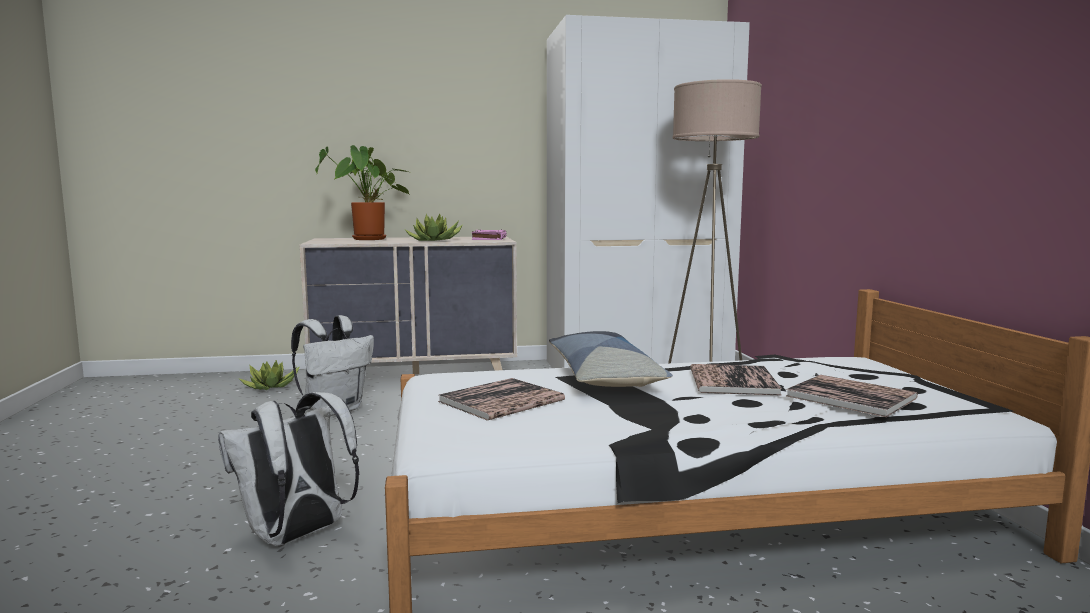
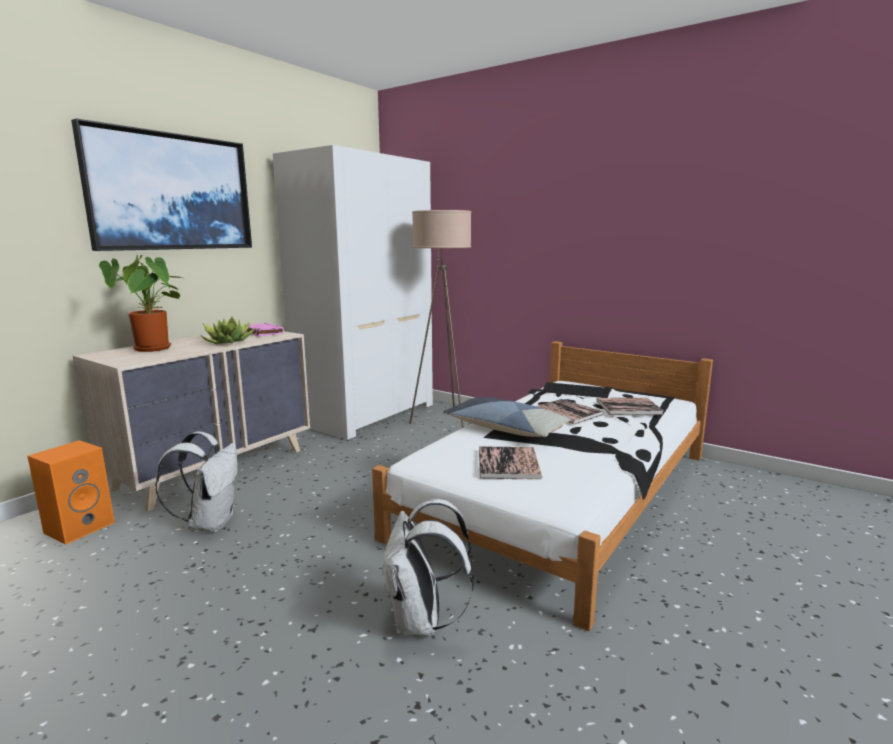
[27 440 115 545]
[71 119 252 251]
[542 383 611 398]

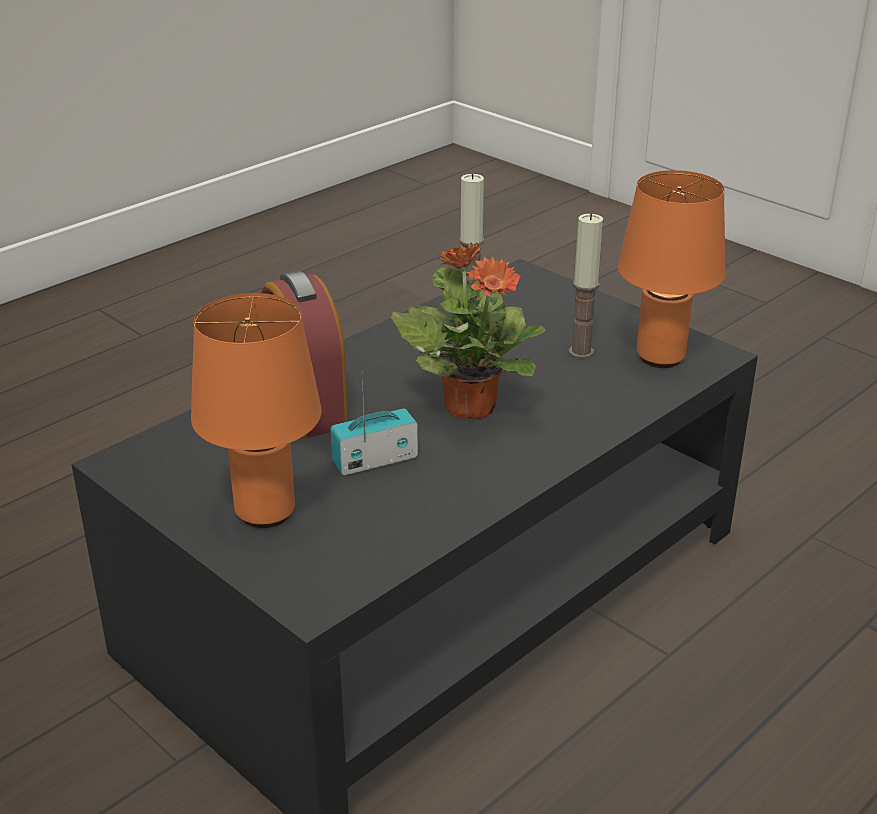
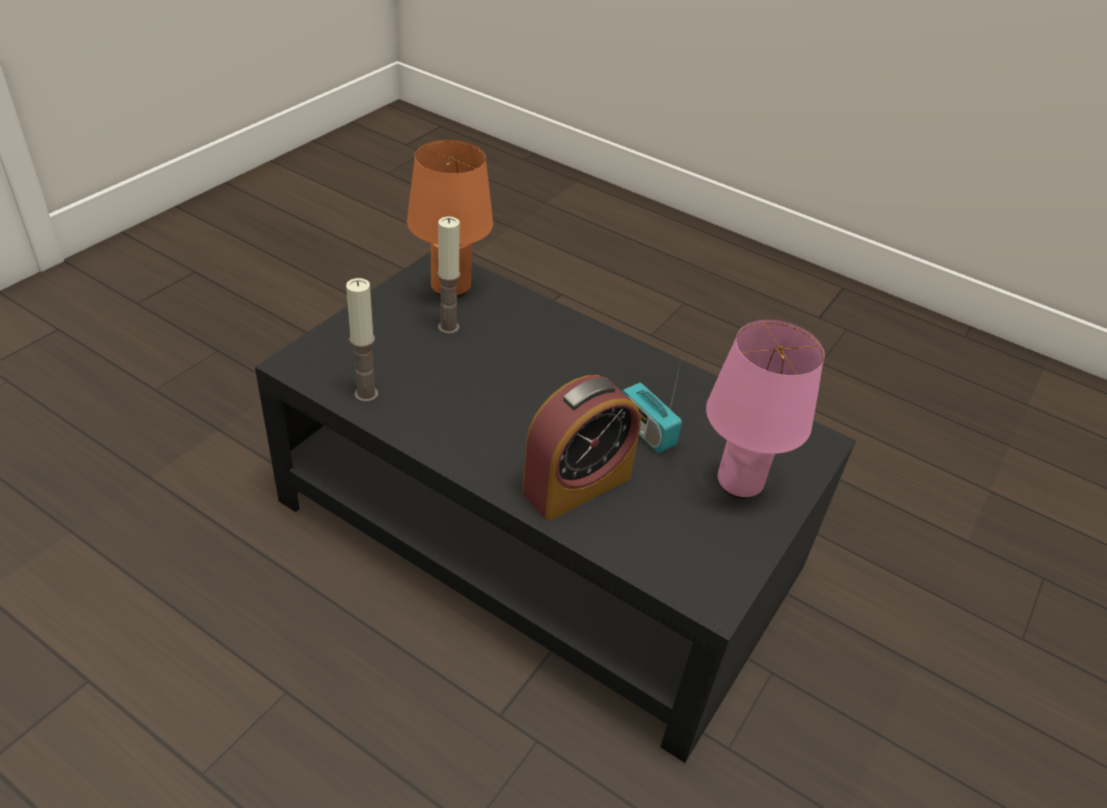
[706 320 825 499]
[391 242 546 419] (first image)

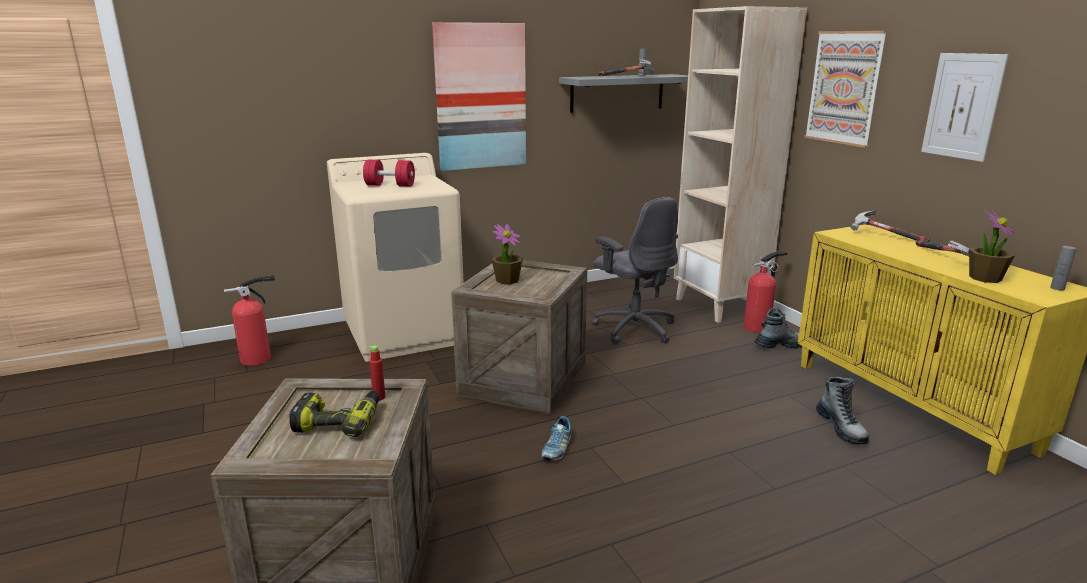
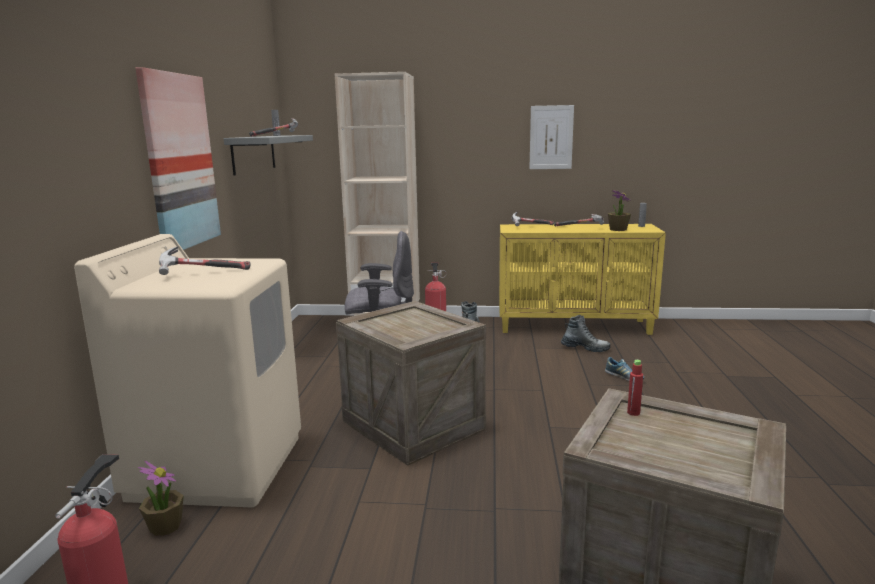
[289 391 380 437] (first image)
[159 246 251 275]
[138 461 184 536]
[605 357 644 381]
[804 31 888 148] (first image)

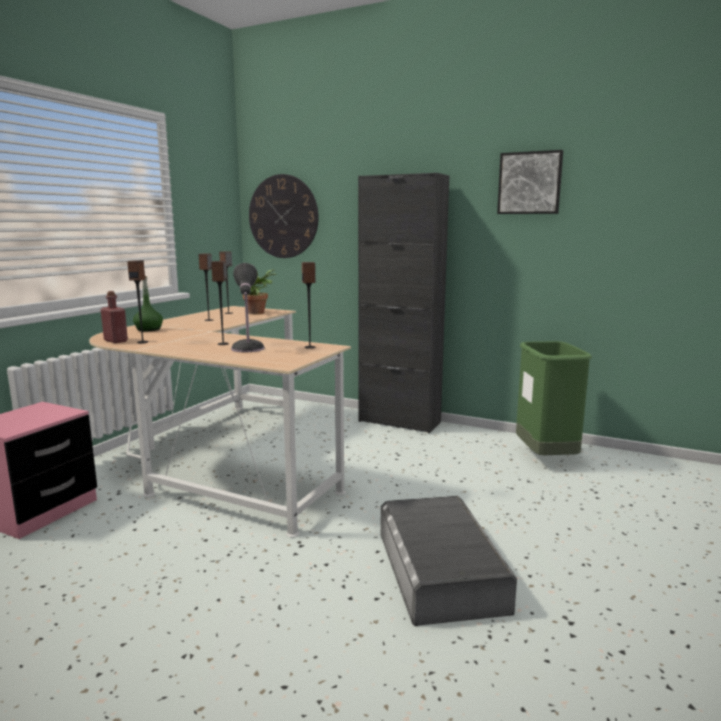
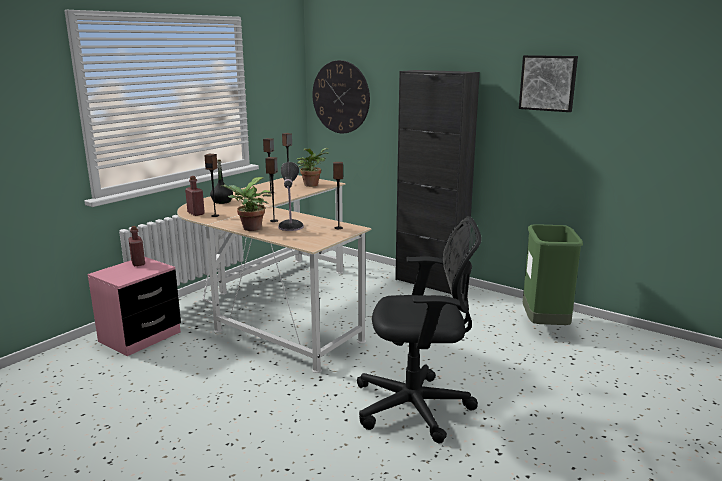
[210 160 233 204]
[357 216 482 443]
[129 226 145 266]
[221 177 272 231]

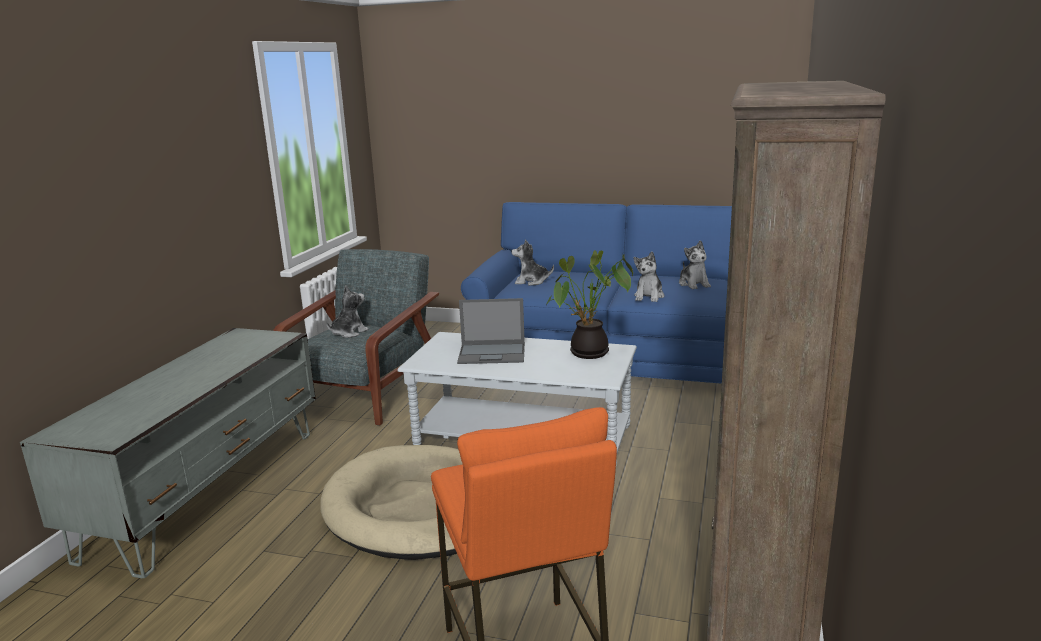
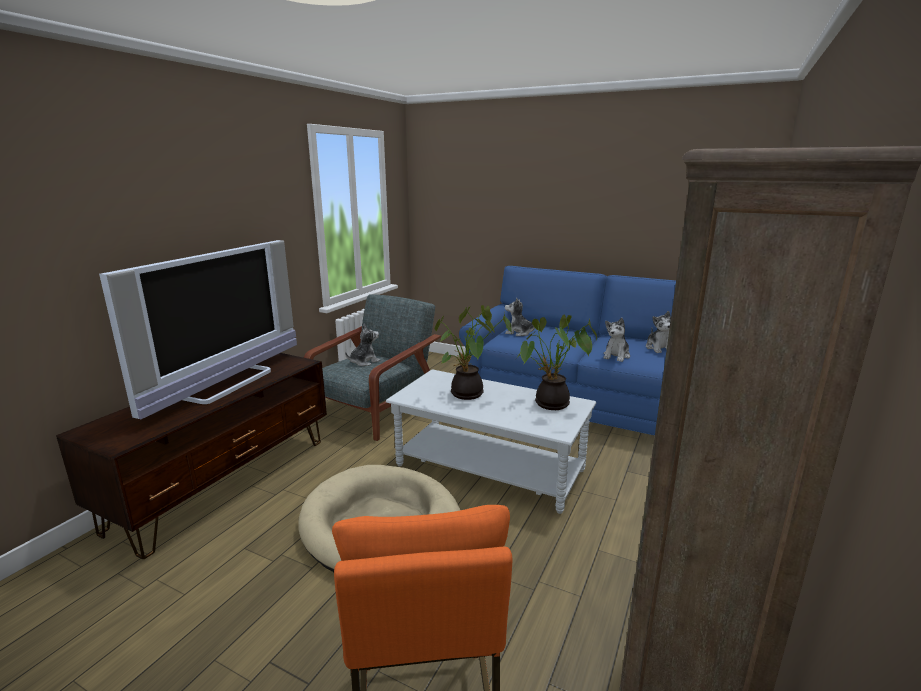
[56 353 327 559]
[435 305 512 400]
[99 240 297 419]

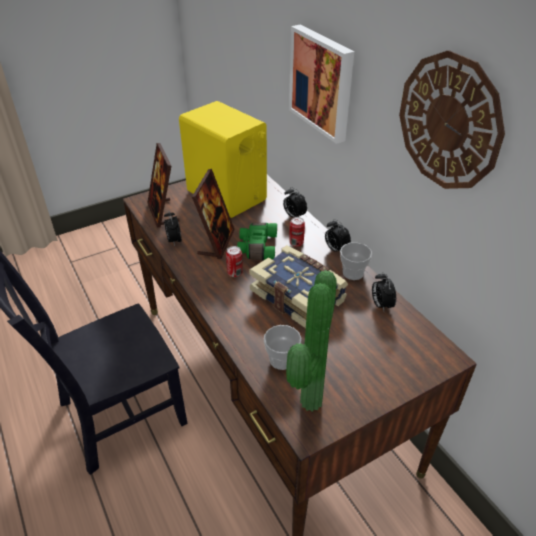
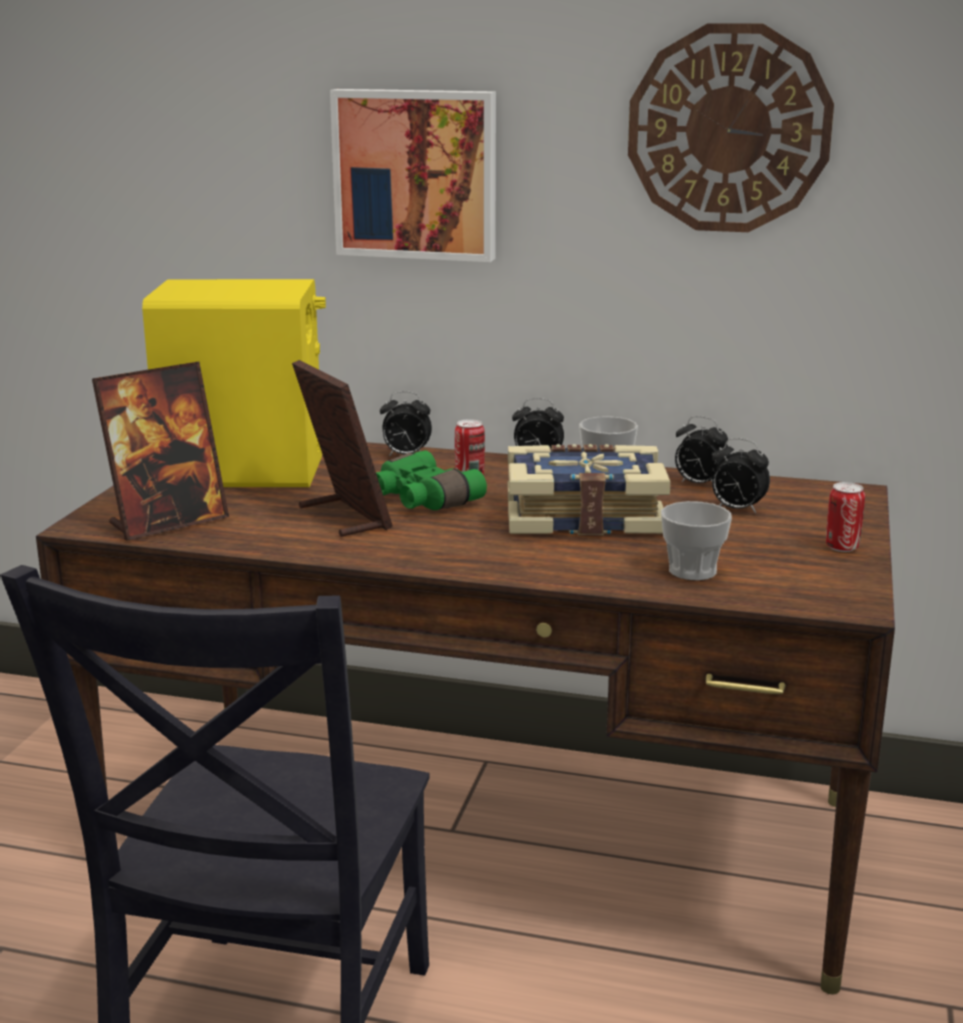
[92 361 229 541]
[712 438 770 513]
[826 482 865 552]
[286 270 337 412] (first image)

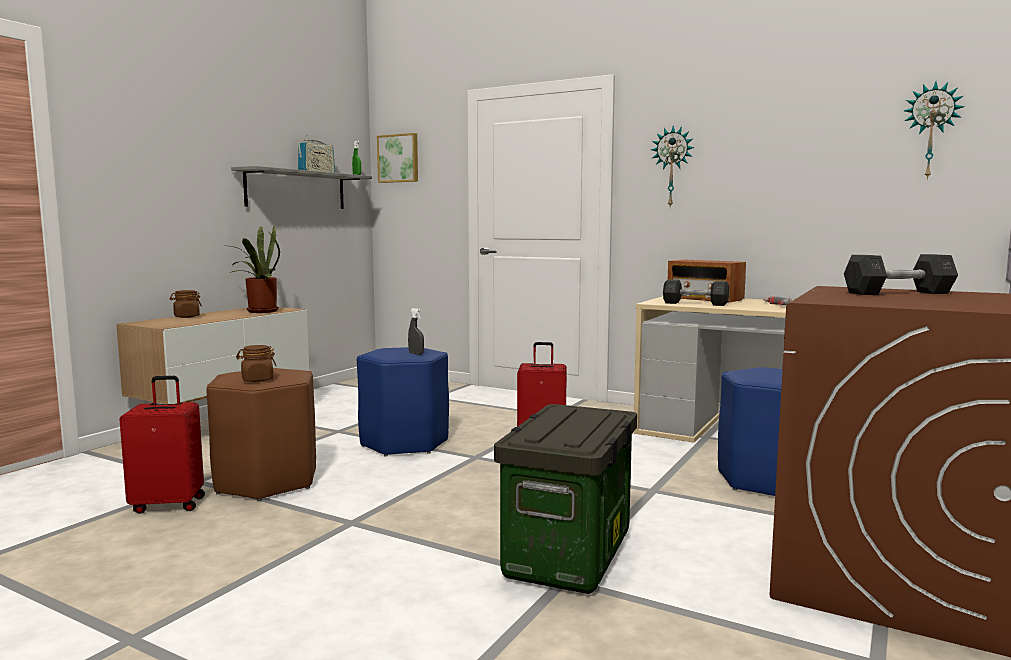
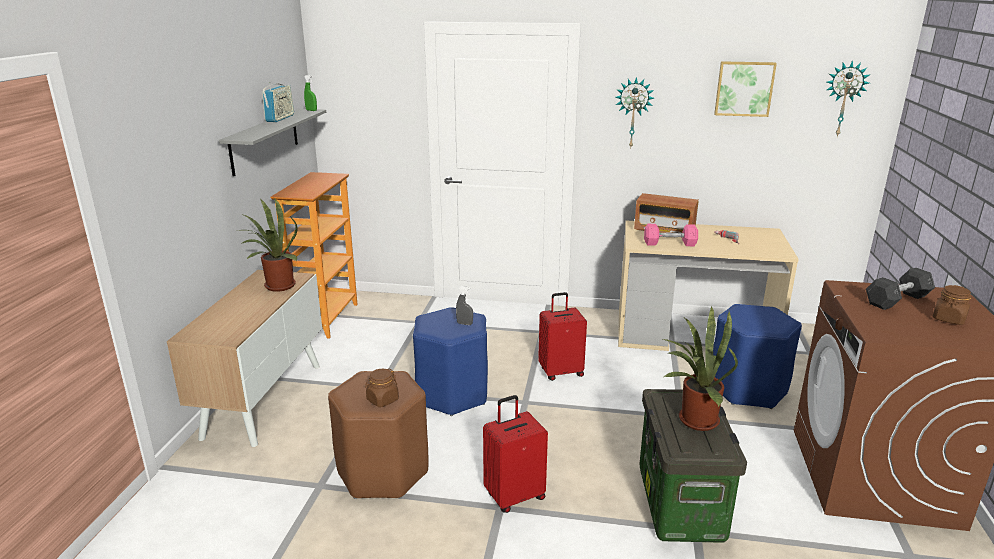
[483 395 548 513]
[933 285 971 325]
[714 61 777 117]
[644 224 698 246]
[270 172 358 339]
[663 307 738 431]

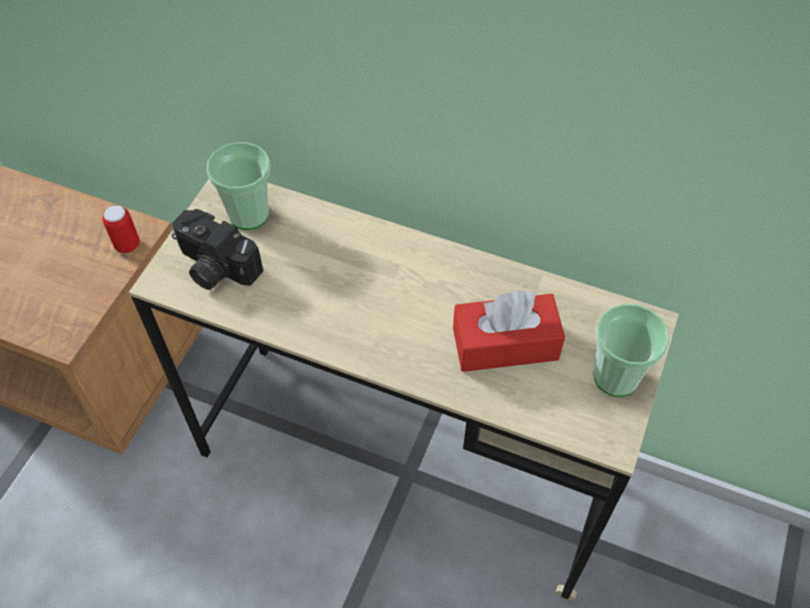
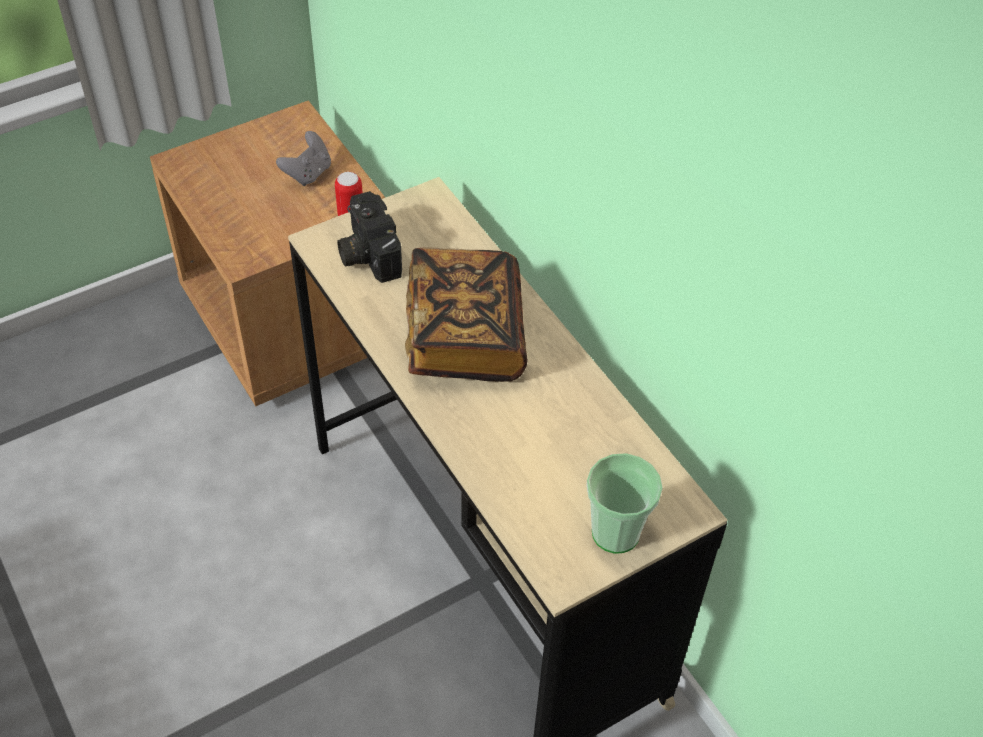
[206 142 270 230] (first image)
[453 290 565 372] (first image)
[276 131 331 186]
[405 247 528 382]

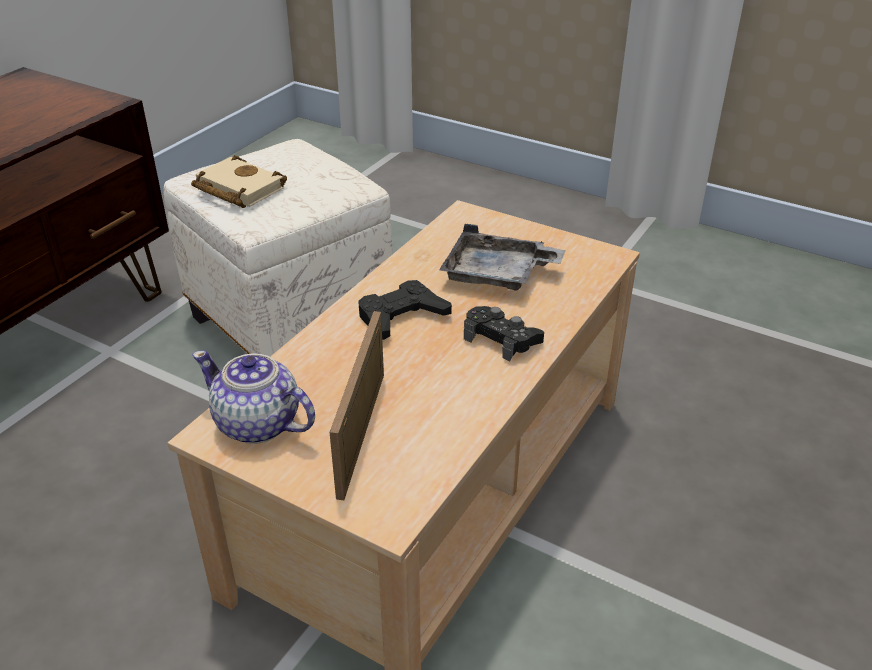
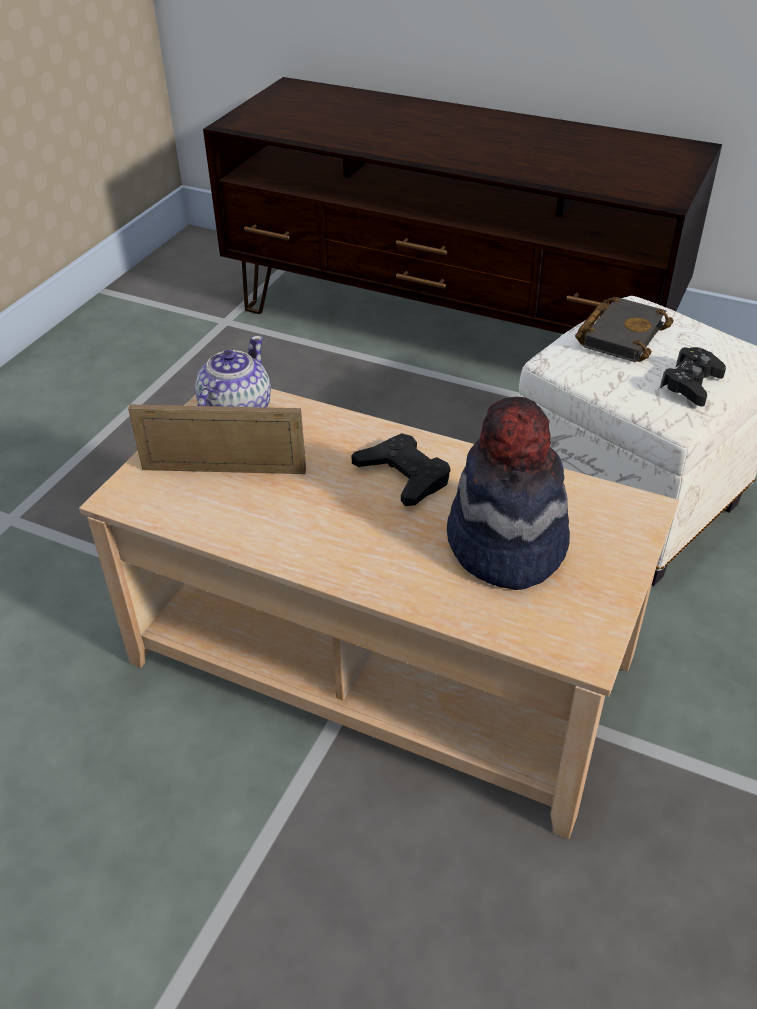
[575 297 674 362]
[447 397 570 590]
[660 347 726 407]

